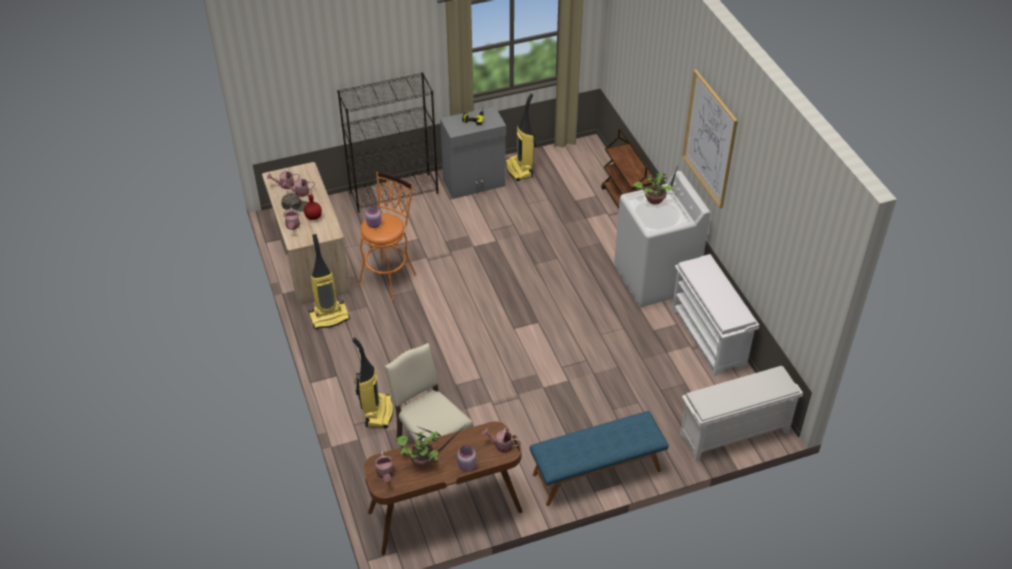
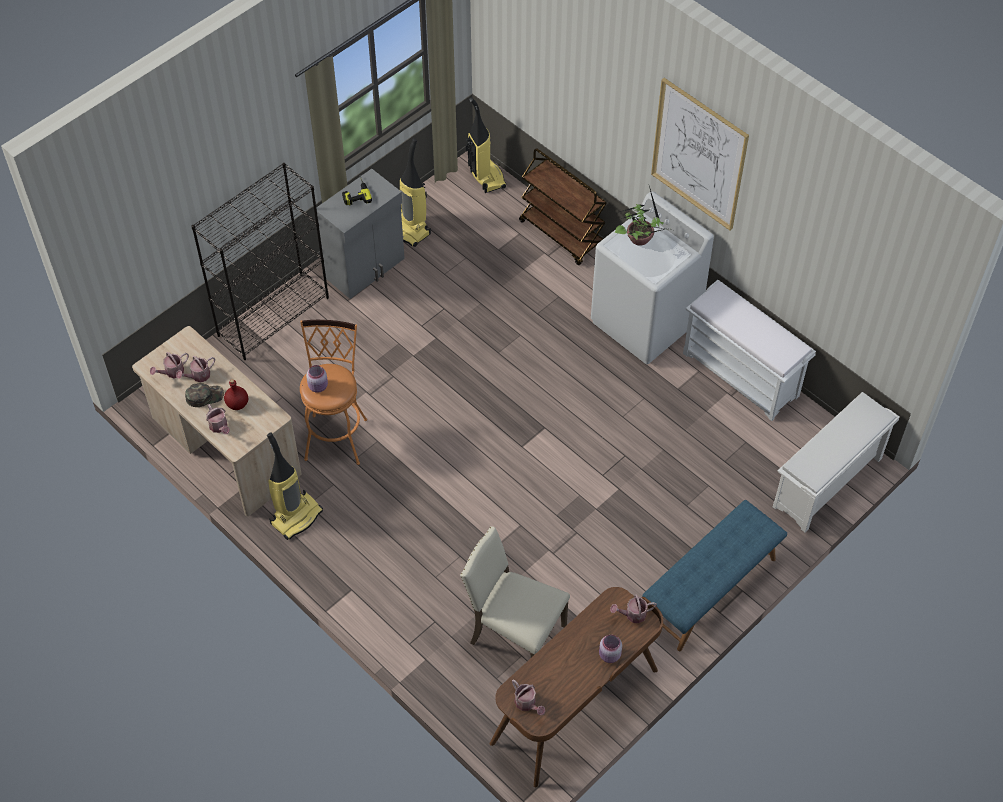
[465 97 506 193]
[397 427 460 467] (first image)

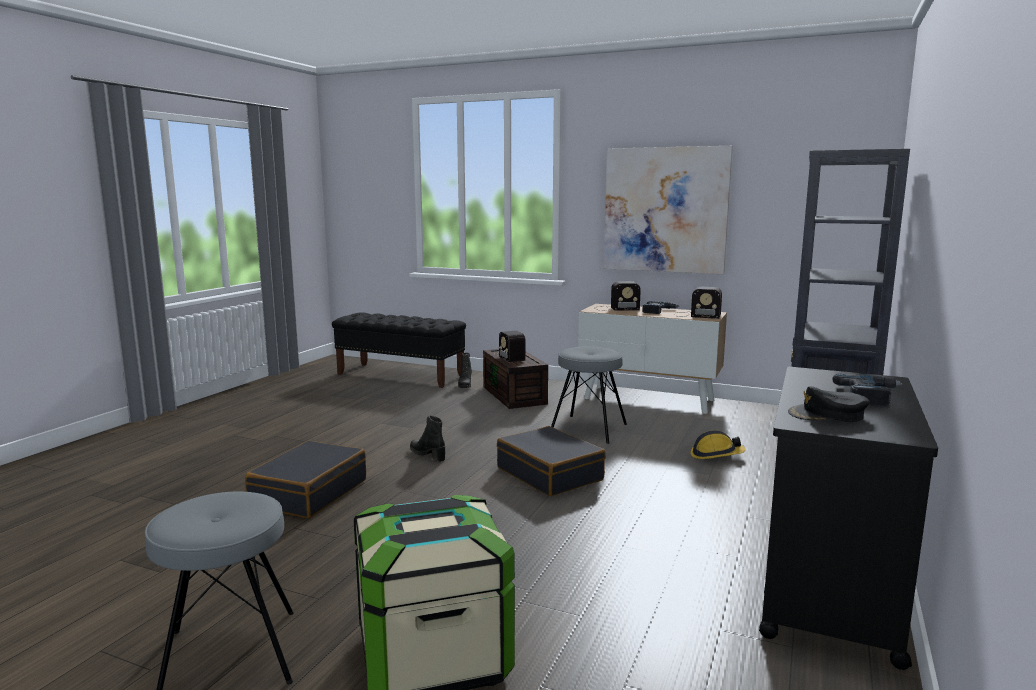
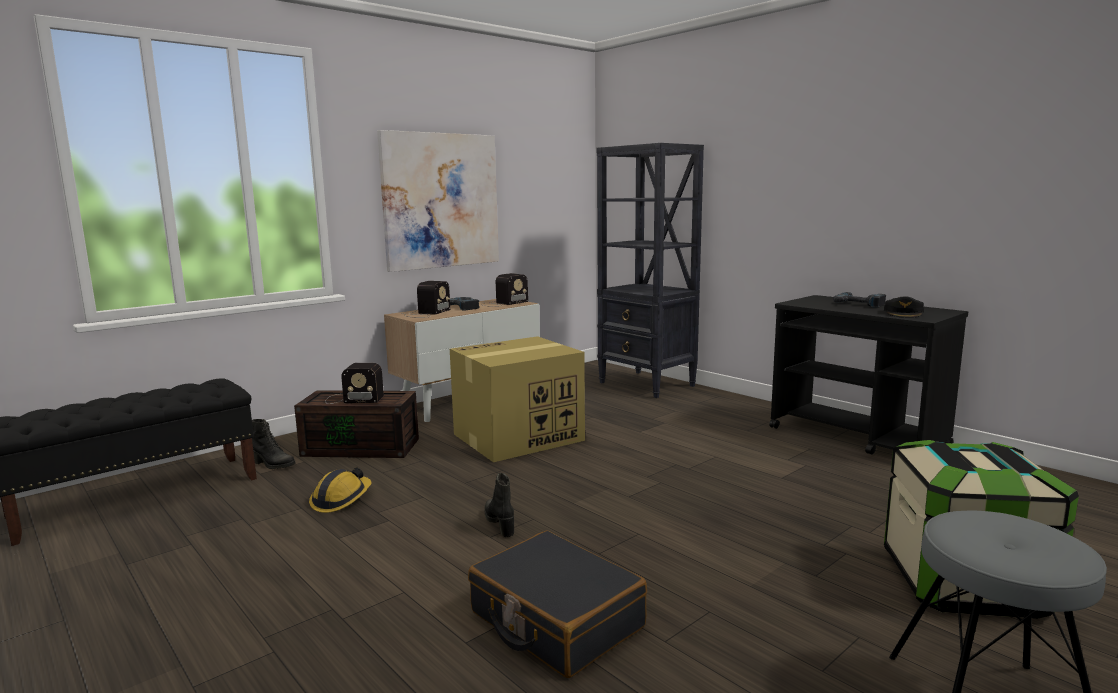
[485 473 514 537]
[497 426 606 496] (first image)
[450 336 585 462]
[309 468 371 513]

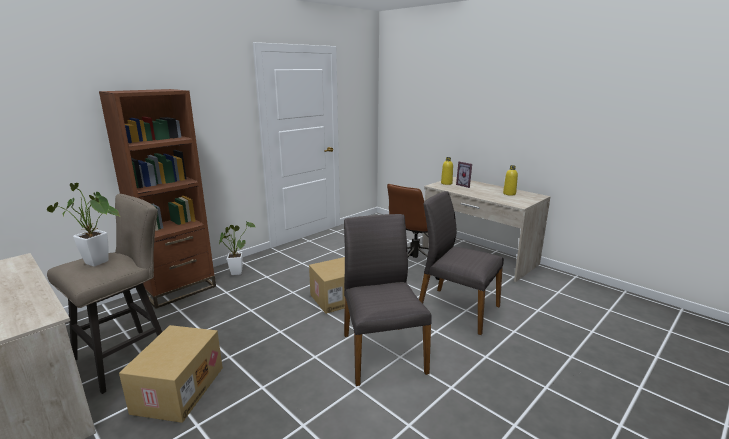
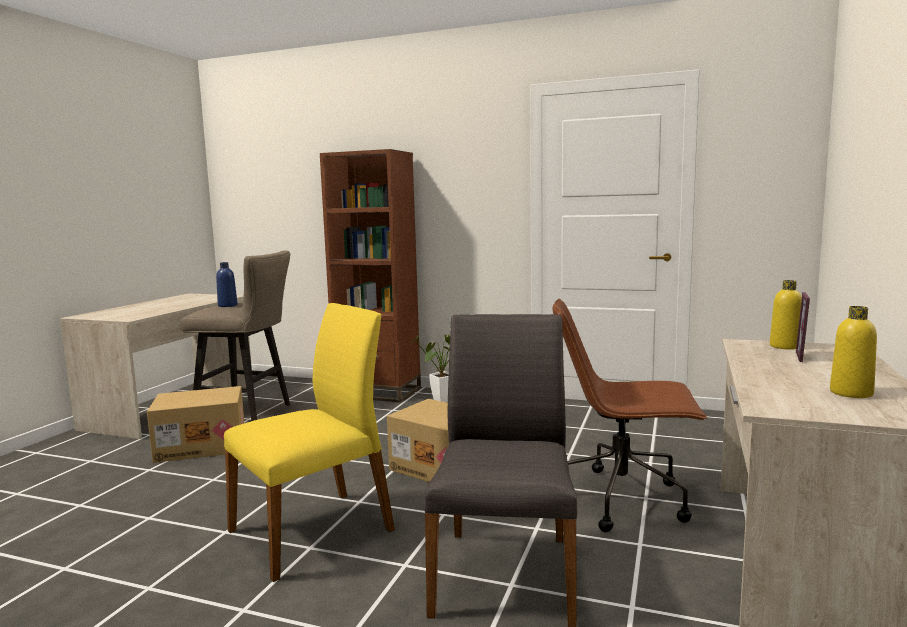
[216 262 238 307]
[224 303 395 582]

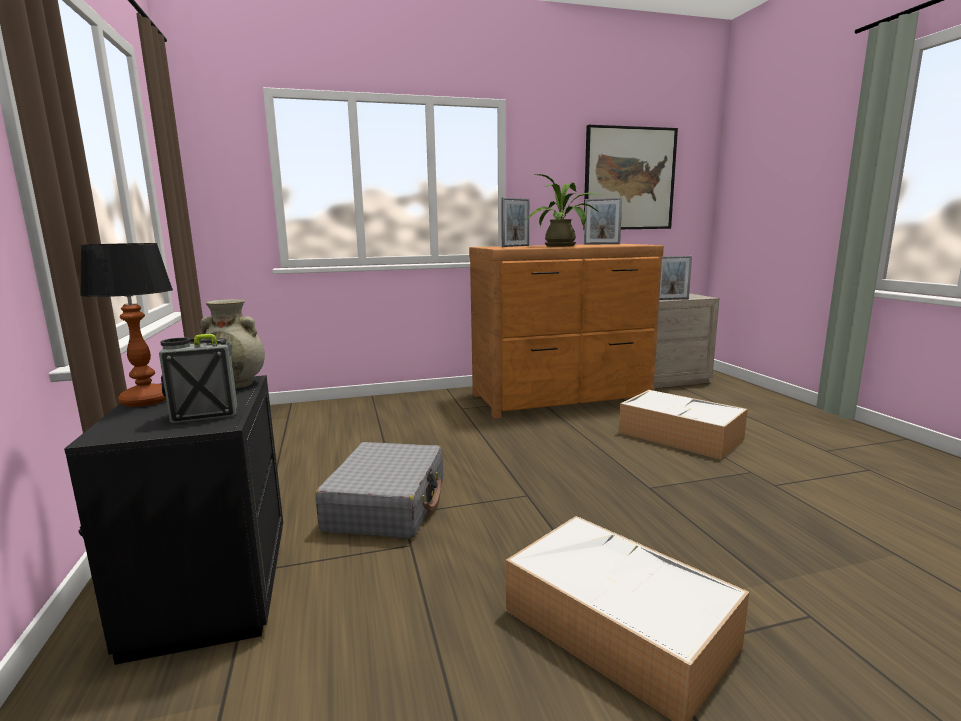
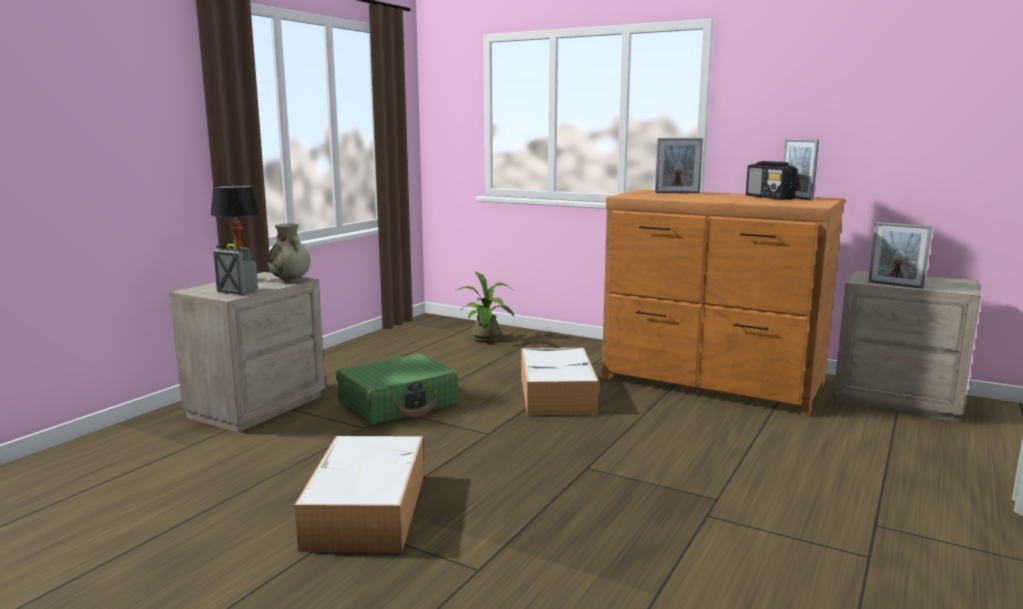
[169 272 326 432]
[336 354 459 425]
[457 271 514 343]
[583 125 678 230] (first image)
[521 348 599 415]
[746 161 798 200]

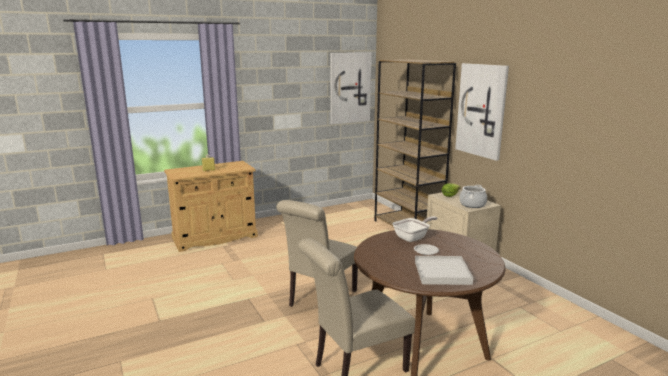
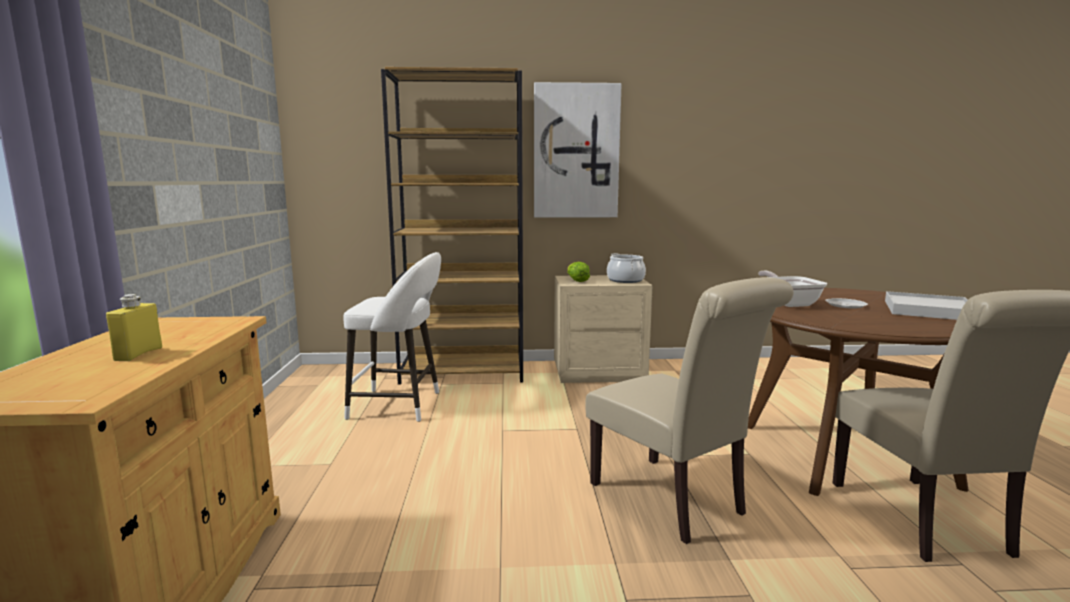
[330 53 371 124] (first image)
[343 252 441 422]

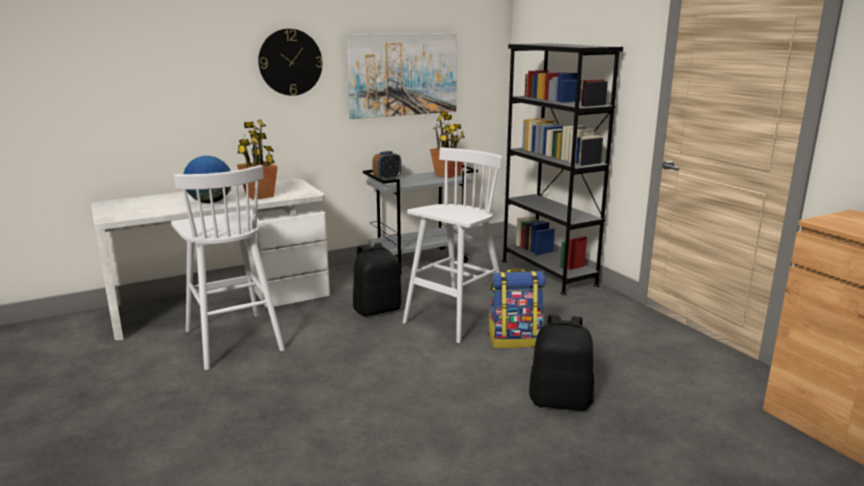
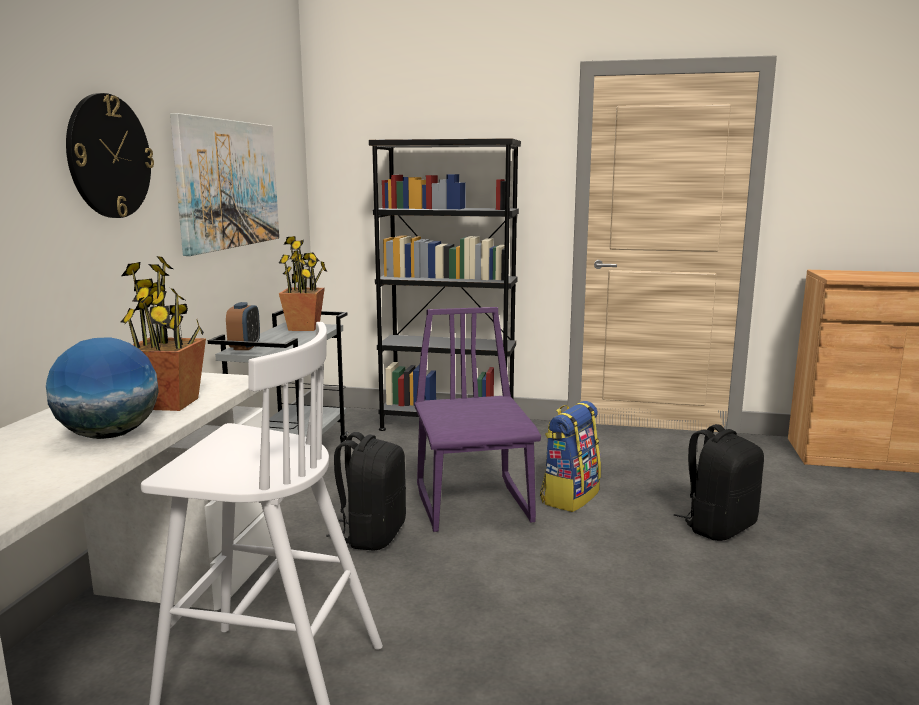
[414 307 541 532]

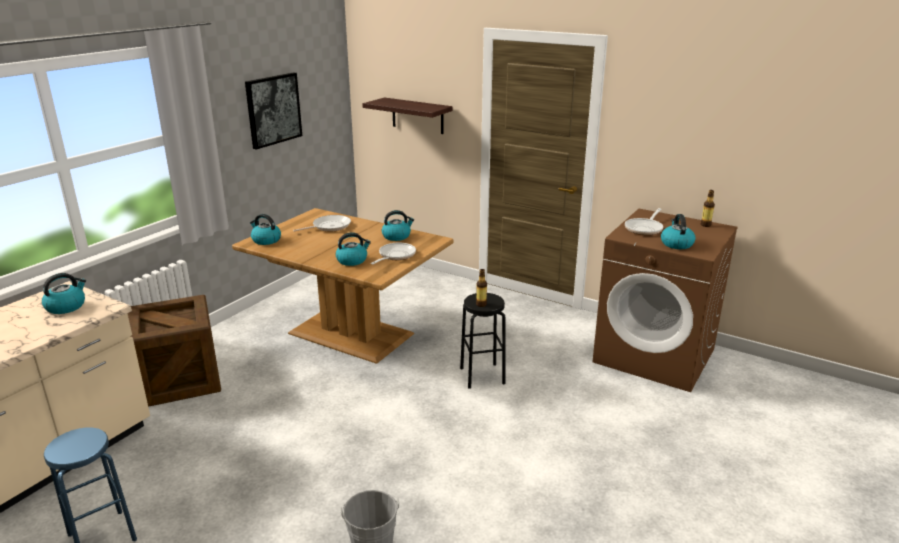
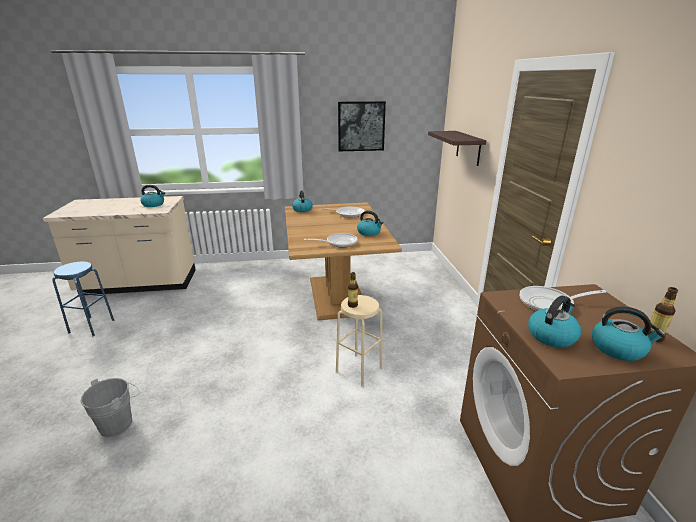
[127 295 221 407] (first image)
[592 306 666 361]
[336 295 382 387]

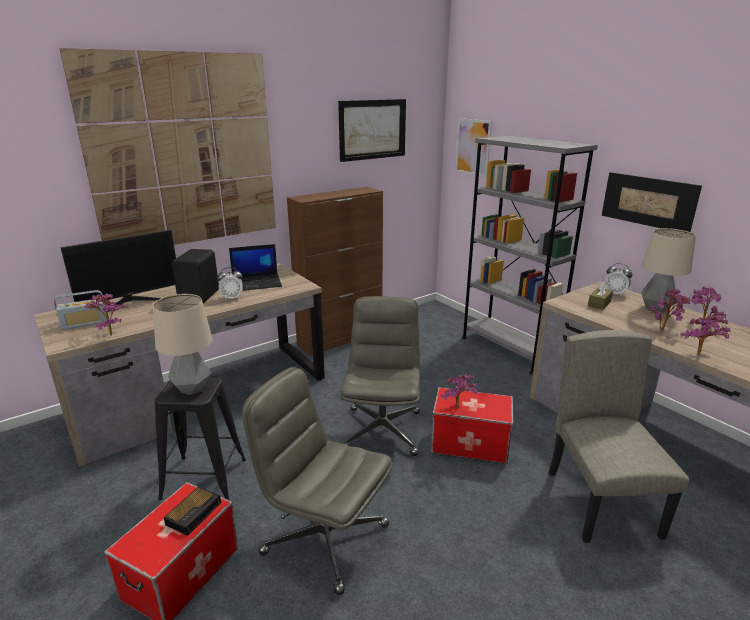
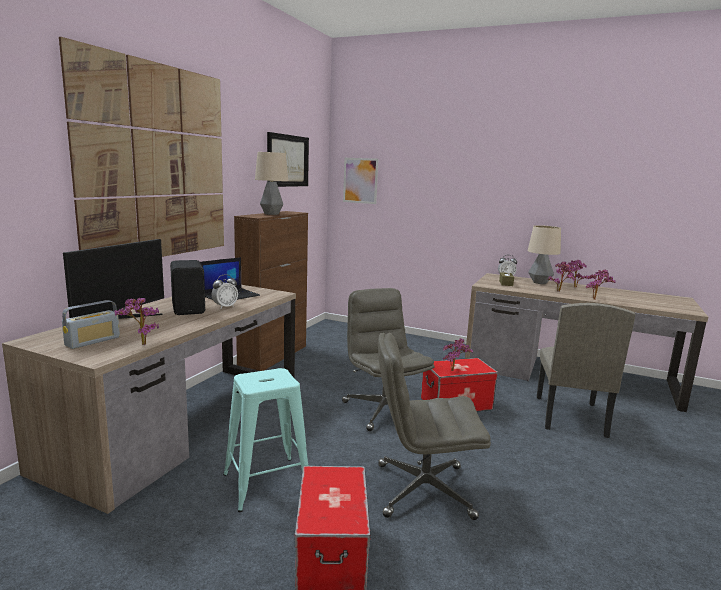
[255 152 288 215]
[223 368 308 512]
[164 486 221 536] (first image)
[462 136 598 375] (first image)
[537 303 635 438]
[602 172 702 232] (first image)

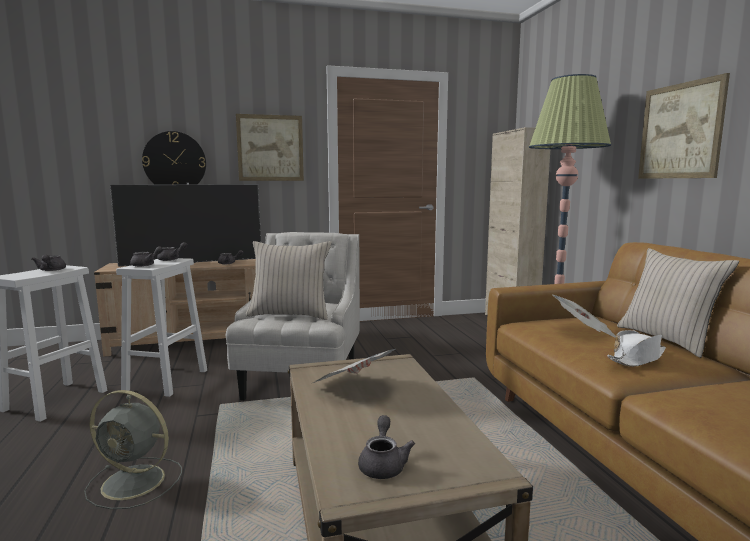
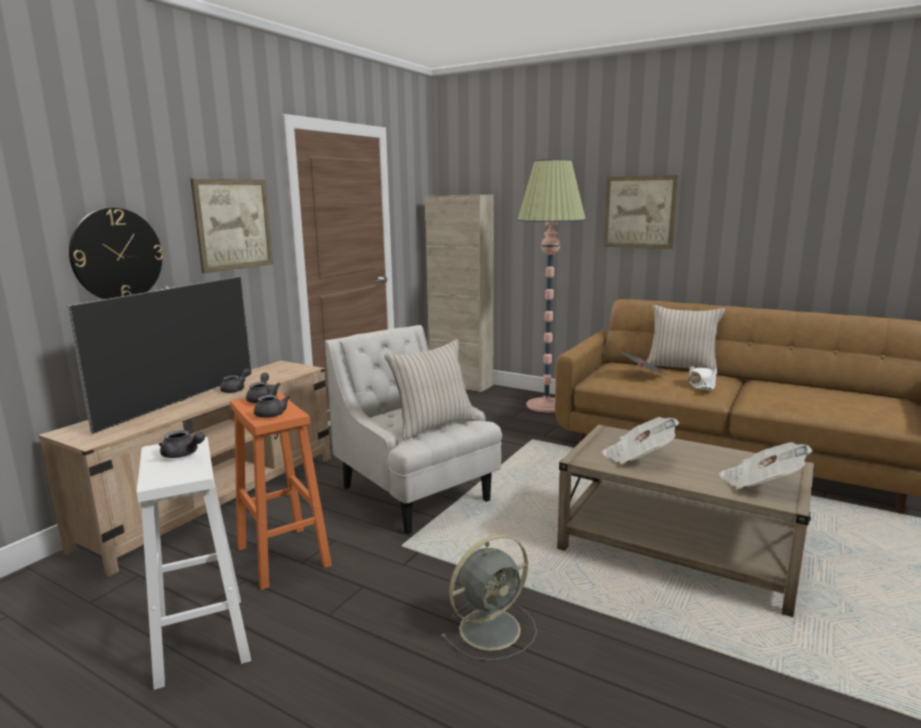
[230 392 332 590]
[719 442 813 489]

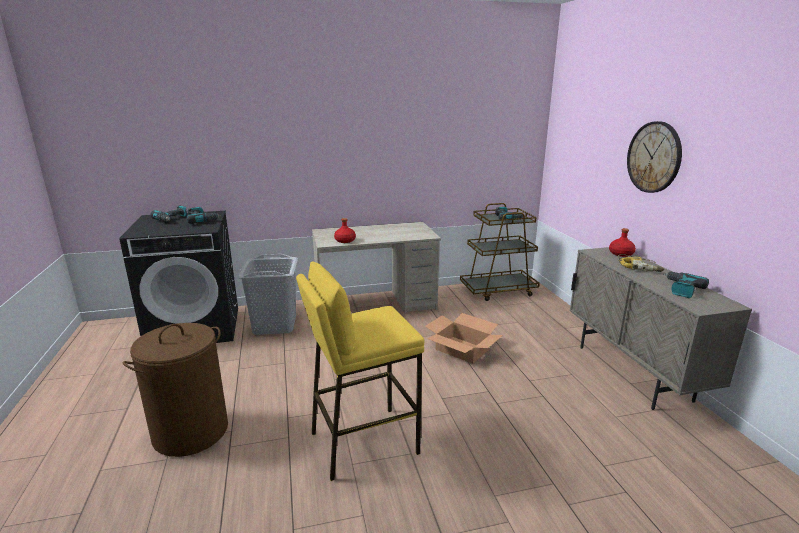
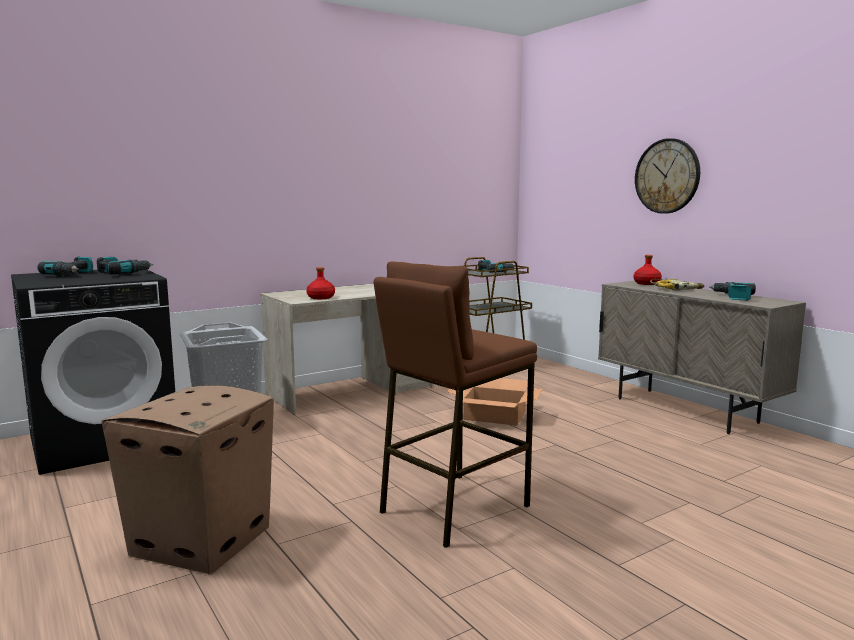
[101 386 274 575]
[374 262 537 548]

